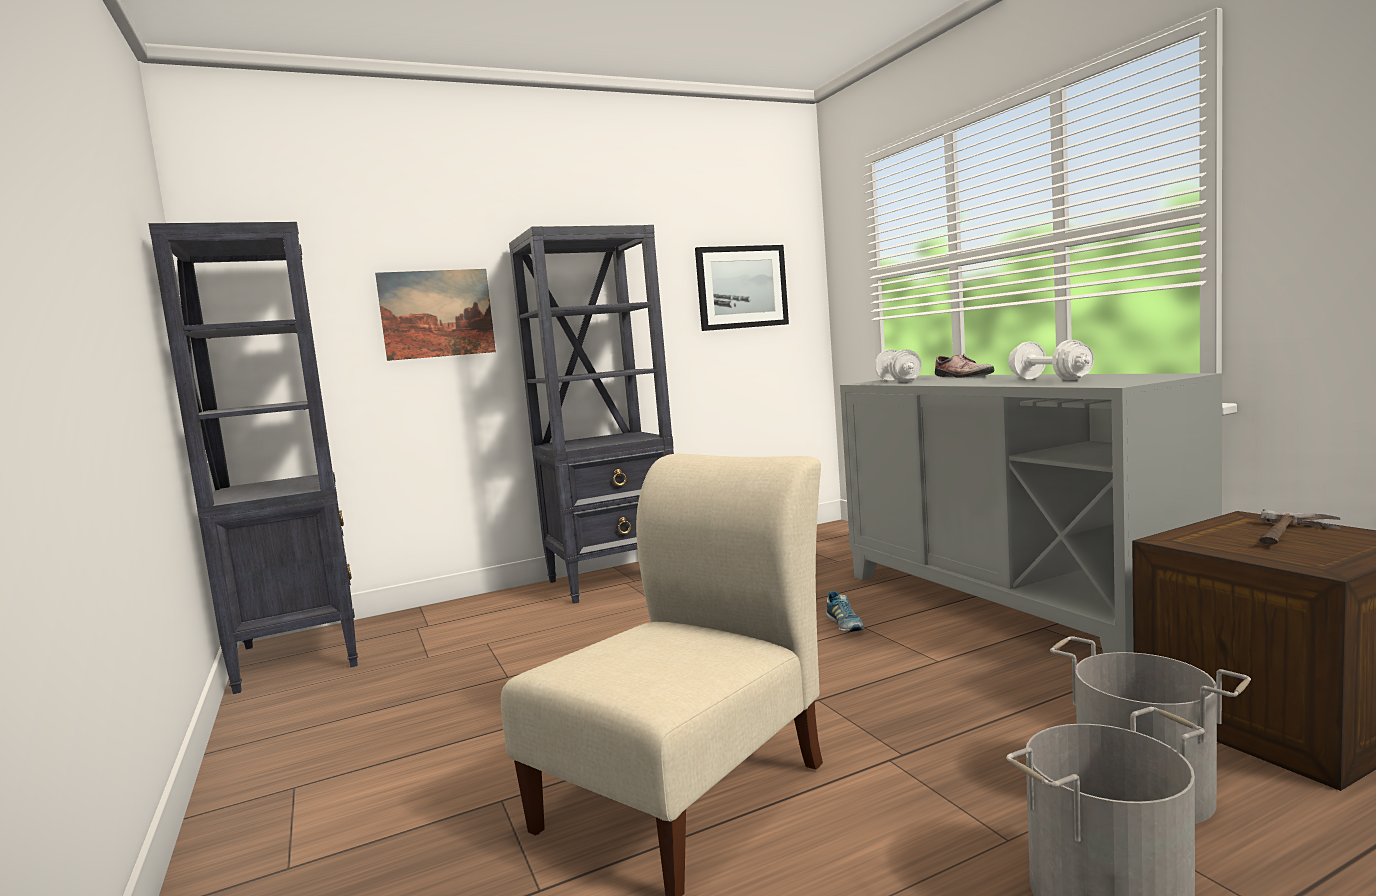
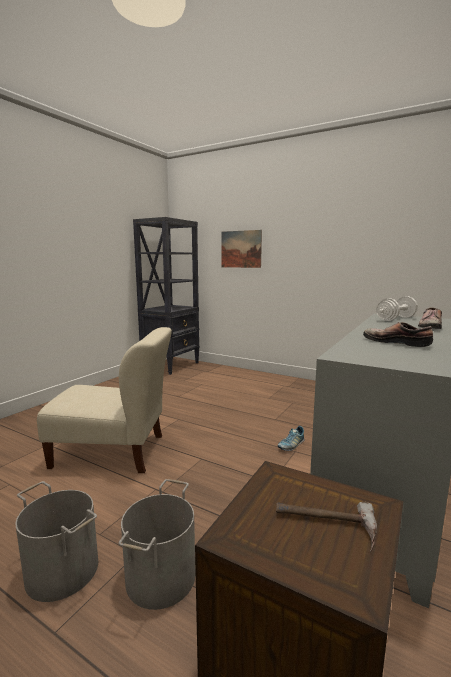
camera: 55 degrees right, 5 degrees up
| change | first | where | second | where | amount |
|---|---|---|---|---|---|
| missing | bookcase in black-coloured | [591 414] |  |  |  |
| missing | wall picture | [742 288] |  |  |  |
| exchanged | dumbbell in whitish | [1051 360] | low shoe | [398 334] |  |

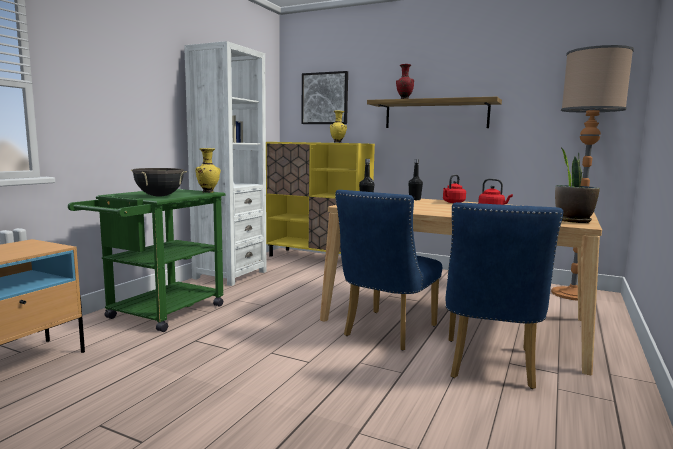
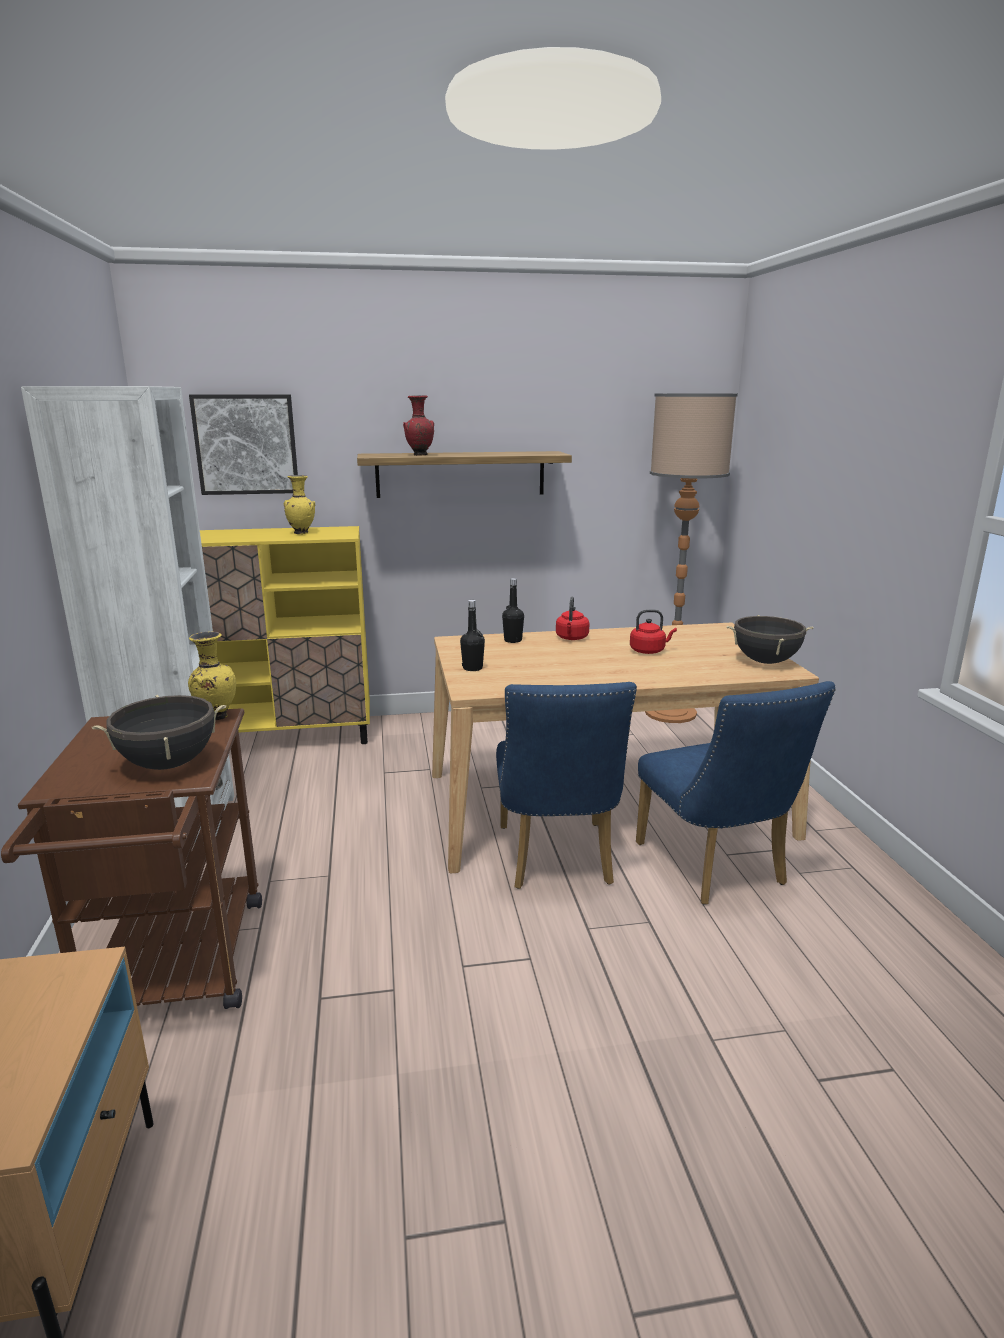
camera: 35 degrees left, 10 degrees up
| change | first | where | second | where | amount |
|---|---|---|---|---|---|
| colour | trolley in green | [147 260] | trolley in brown-coloured | [131 858] |  |
| exchanged | houseplant | [577 185] | cooking pot in black-coloured | [770 639] |  |

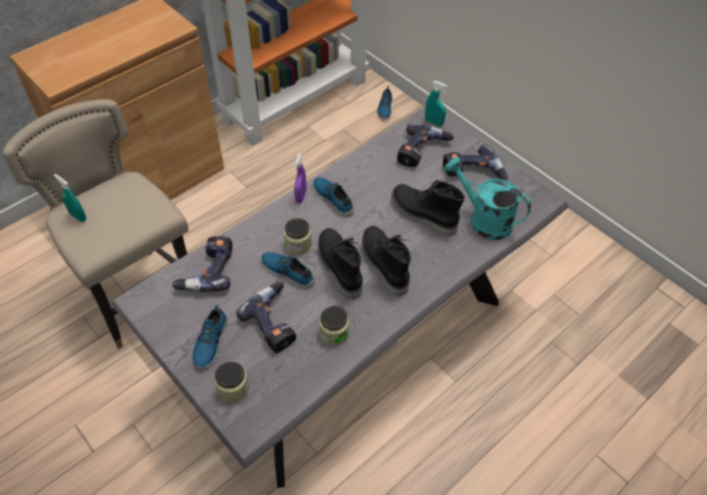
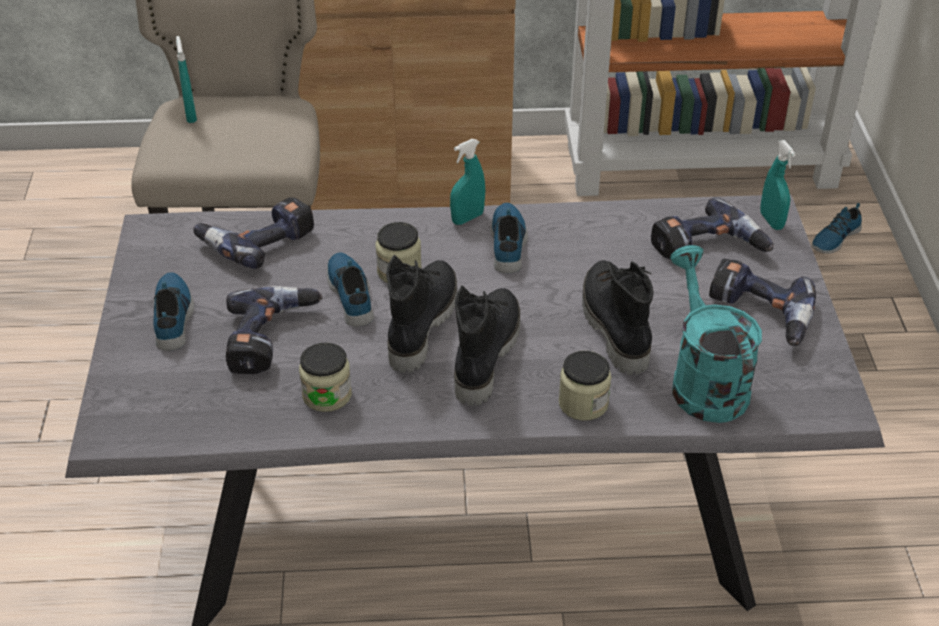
camera: 40 degrees right, 10 degrees down
| change | first | where | second | where | amount |
|---|---|---|---|---|---|
| spun | low shoe | [210 337] |  | [173 311] | 120 degrees clockwise |
| relocated | jar | [232 382] |  | [585 386] |  |
| colour | sprayer in purplish | [300 178] | sprayer in blue-green | [467 182] |  |

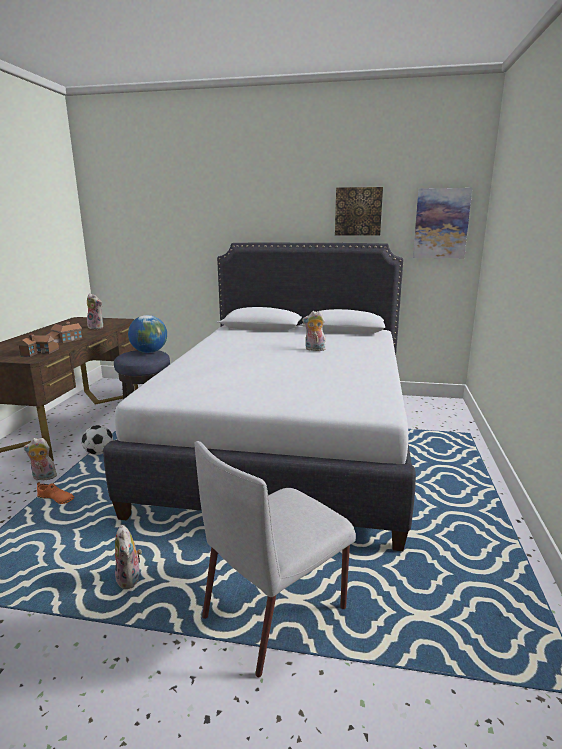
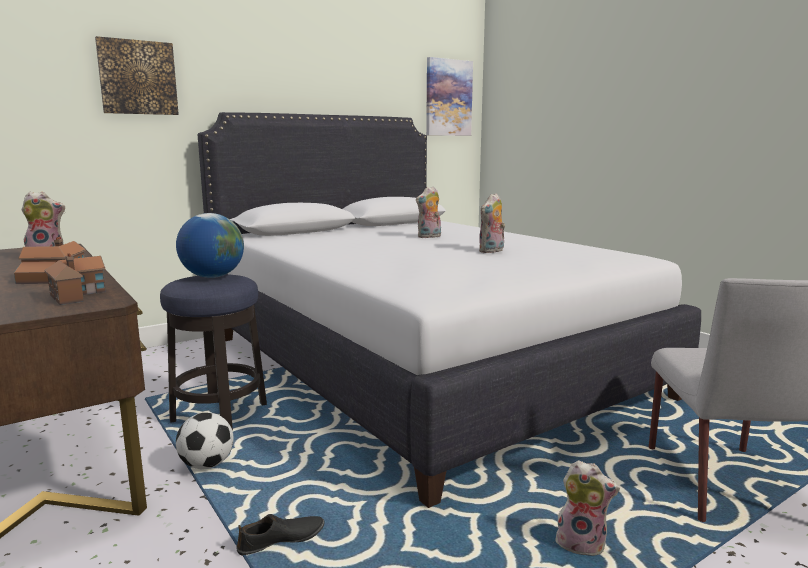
camera: 45 degrees left, 5 degrees down
| change | first | where | second | where | amount |
|---|---|---|---|---|---|
| relocated | plush toy | [40 459] |  | [492 223] |  |
| colour | low shoe in orange | [55 493] | low shoe in black-coloured | [280 535] |  |
| relocated | wall picture | [359 211] |  | [137 75] |  |

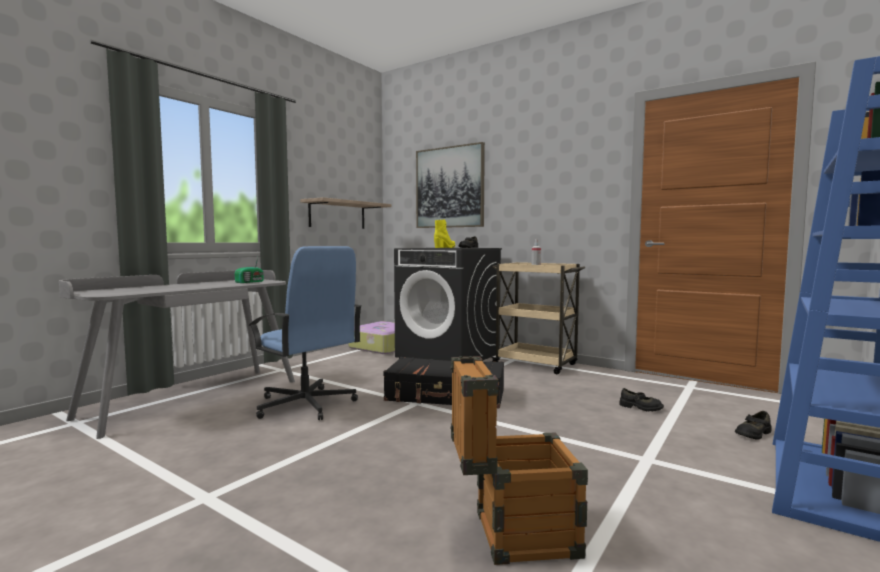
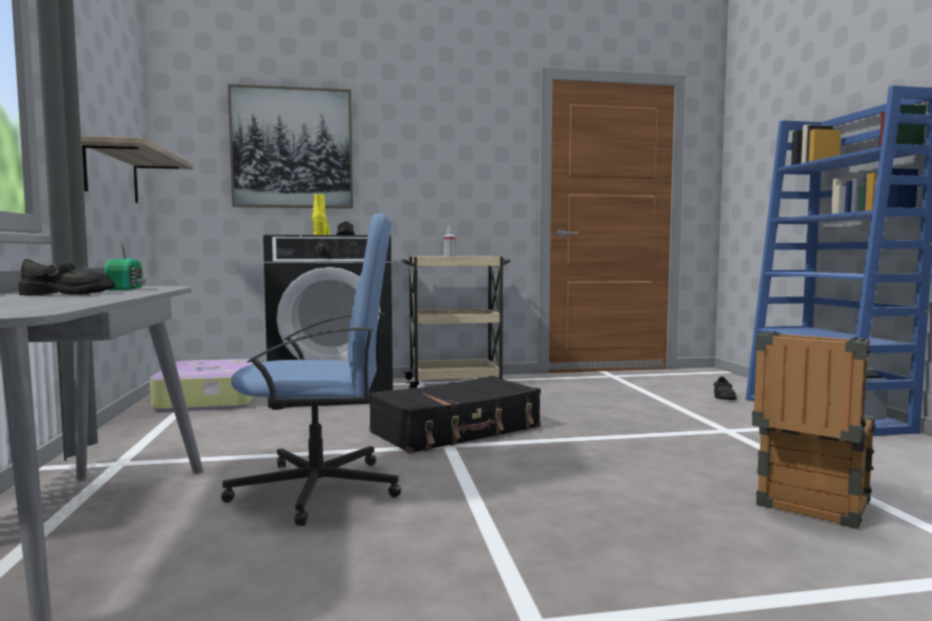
camera: 45 degrees left, 0 degrees up
| change | first | where | second | where | amount |
|---|---|---|---|---|---|
| relocated | low shoe in black-coloured | [641 400] |  | [67 277] |  |

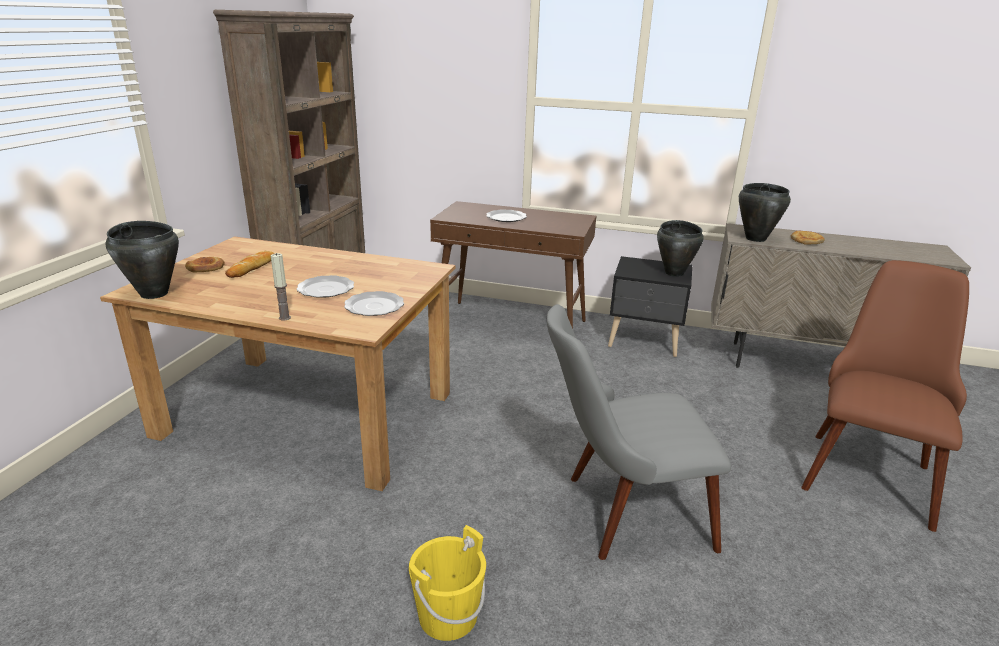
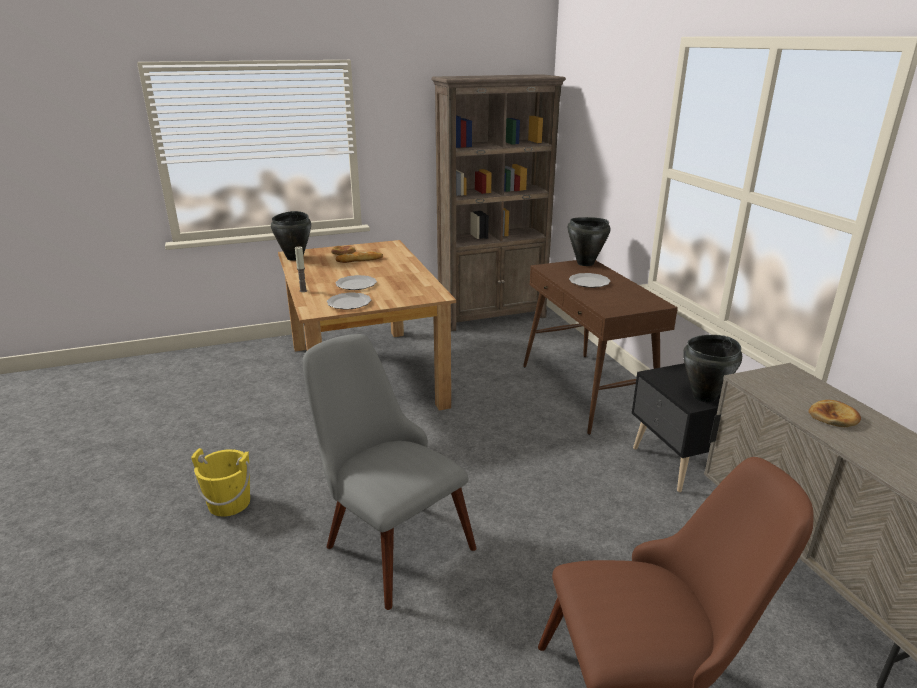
camera: 55 degrees right, 0 degrees up
| change | first | where | second | where | amount |
|---|---|---|---|---|---|
| relocated | cooking pot in black-coloured | [765 212] |  | [589 241] |  |

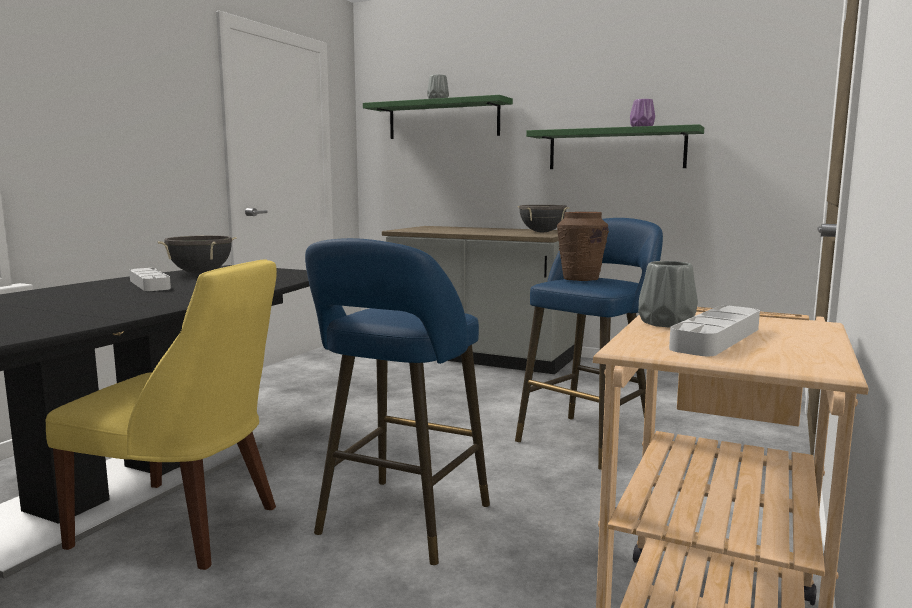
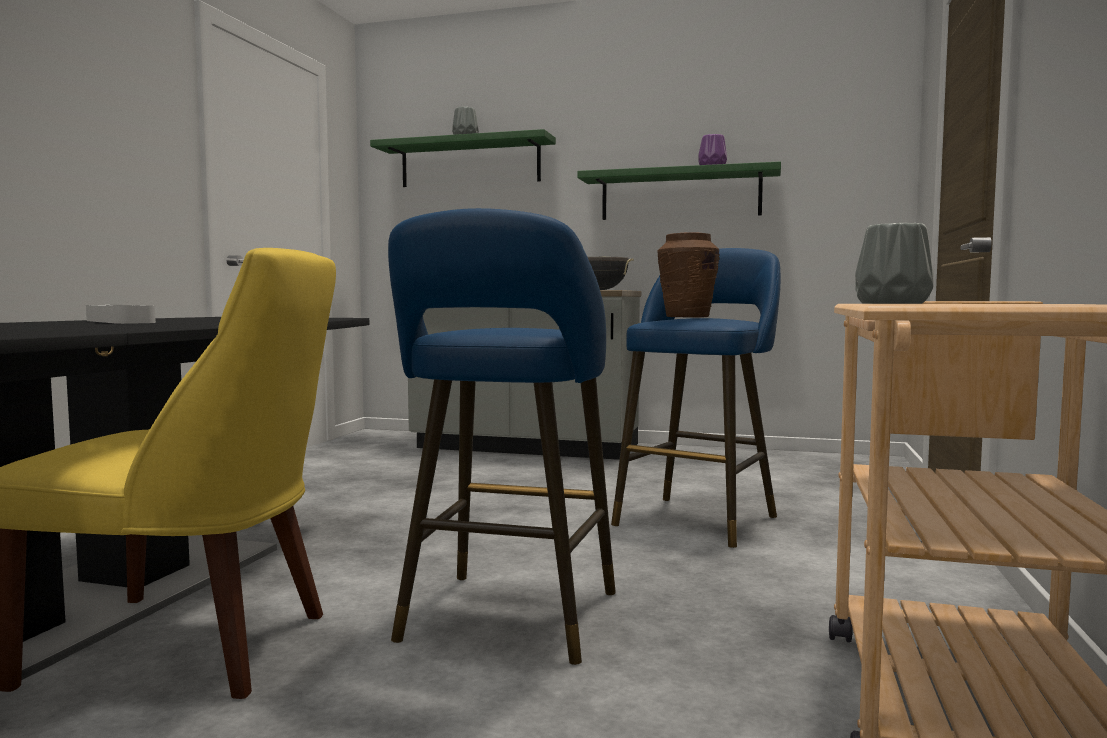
camera: 10 degrees left, 5 degrees down
| change | first | where | second | where | amount |
|---|---|---|---|---|---|
| missing | cooking pot in black-coloured | [197 254] |  |  |  |
| missing | serving tray in gray | [714 330] |  |  |  |

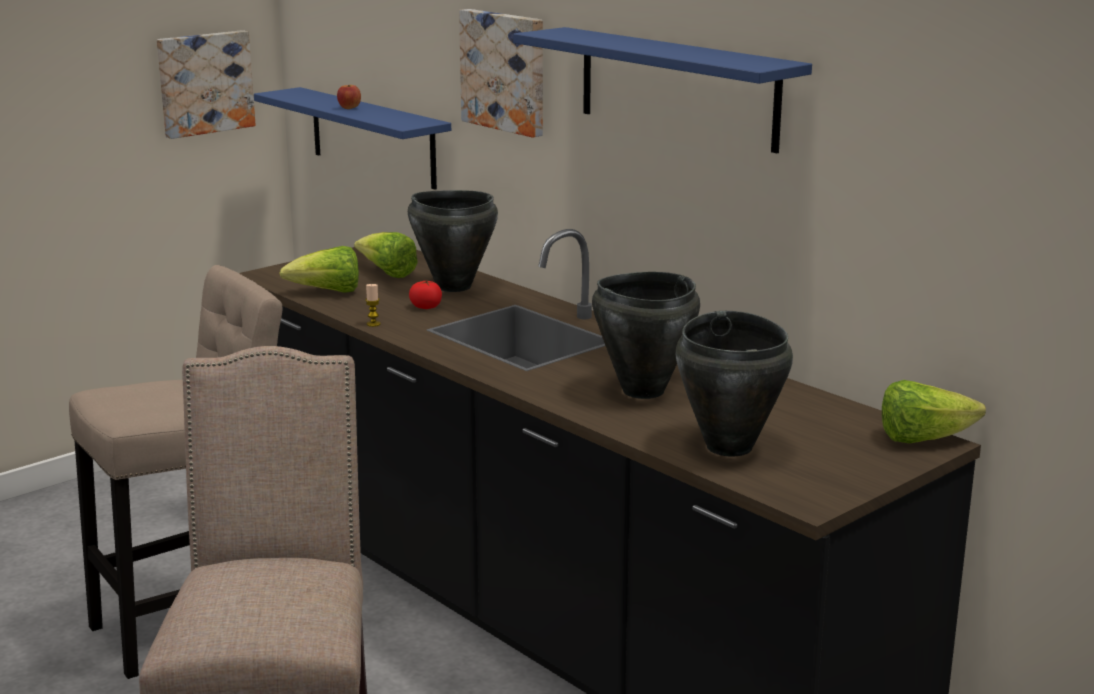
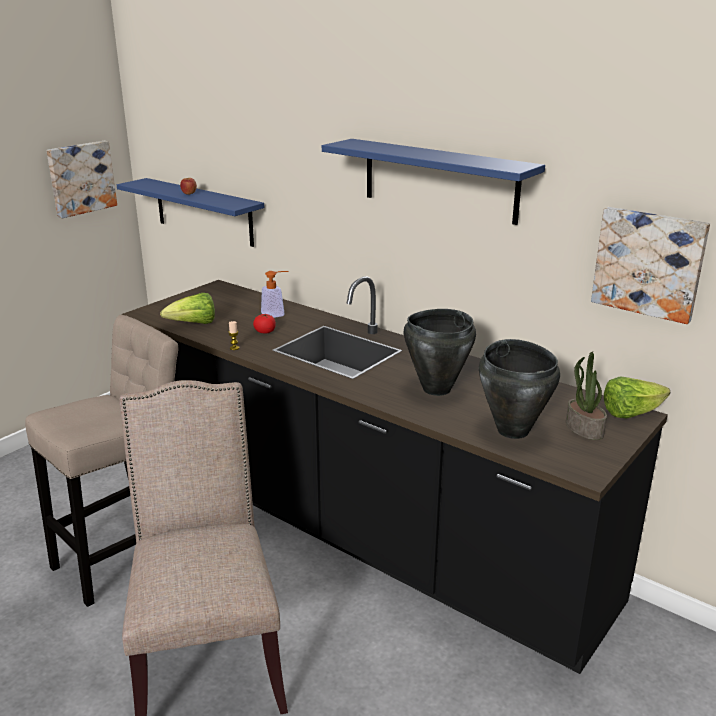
camera: 10 degrees left, 5 degrees up
| change | first | where | second | where | amount |
|---|---|---|---|---|---|
| missing | lettuce | [386 255] |  |  |  |
| exchanged | cooking pot in black-coloured | [453 241] | liquid soap bottle | [275 294] |  |
| relocated | wall picture | [501 73] |  | [650 265] |  |
| appeared |  |  | houseplant | [586 395] |  |

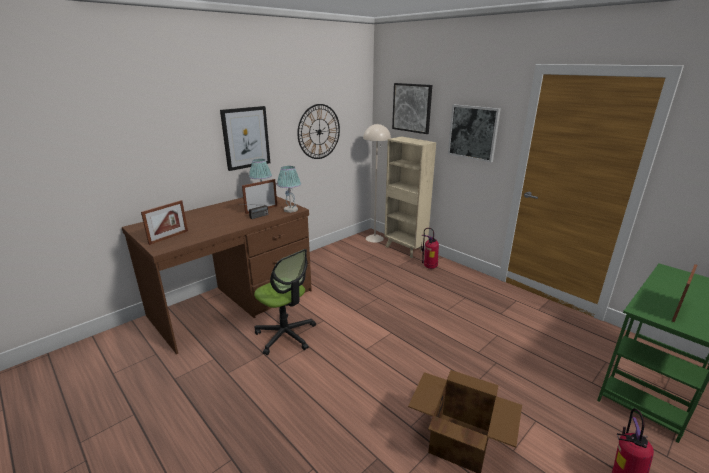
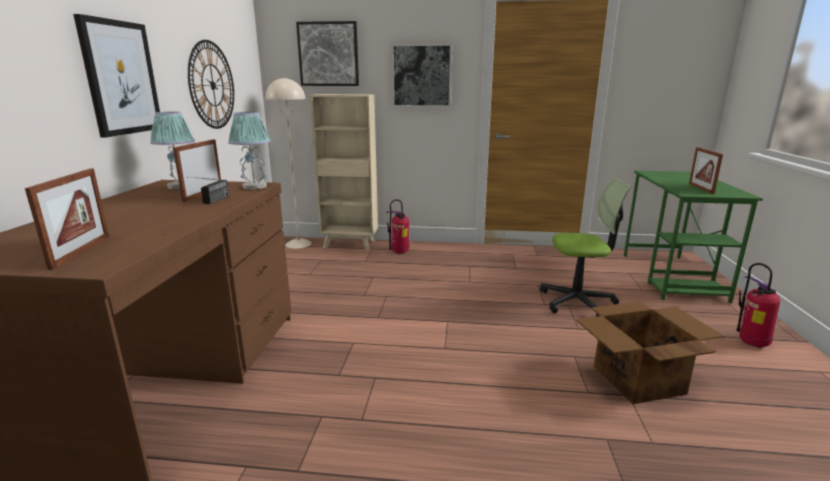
camera: 40 degrees left, 5 degrees down
| change | first | where | second | where | amount |
|---|---|---|---|---|---|
| relocated | desk chair | [285 302] |  | [585 248] |  |

